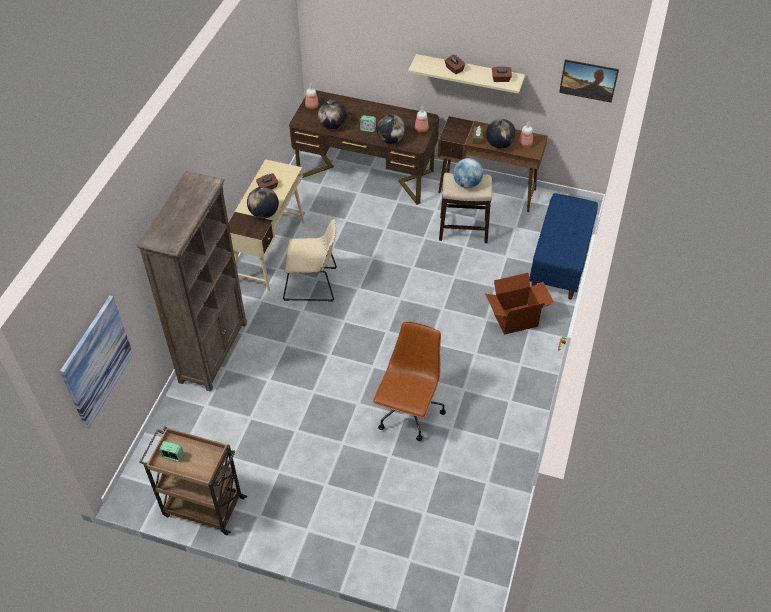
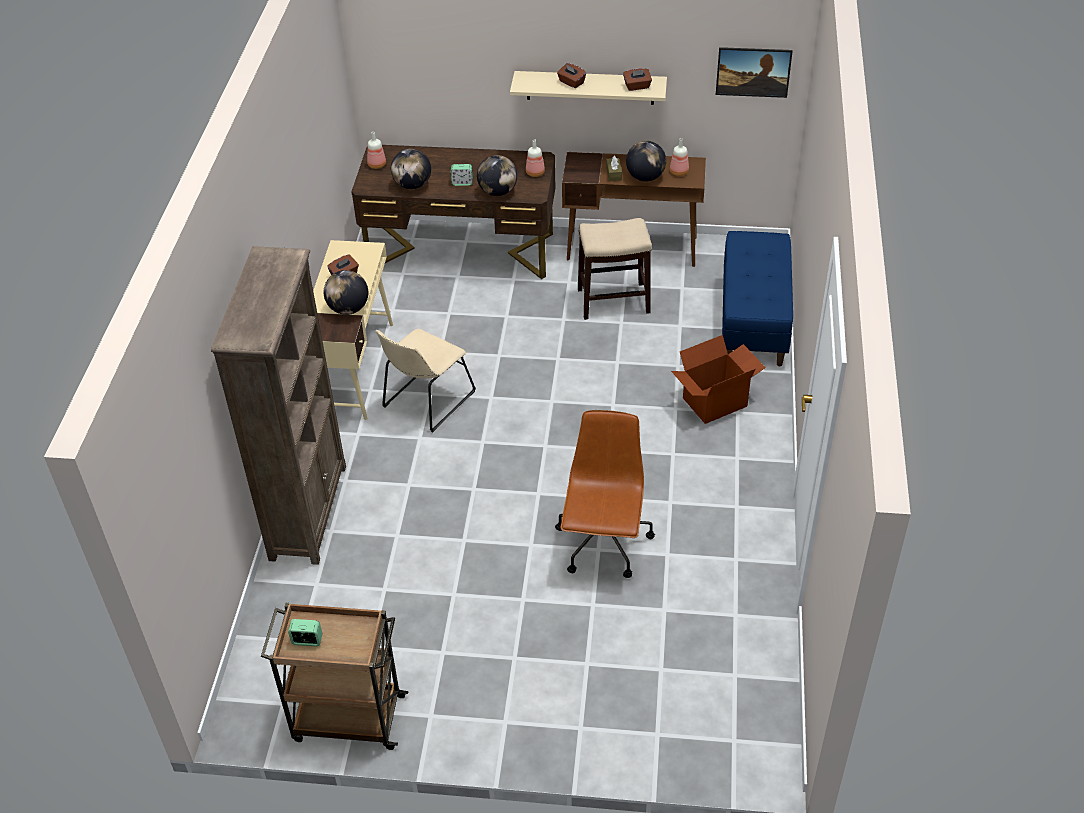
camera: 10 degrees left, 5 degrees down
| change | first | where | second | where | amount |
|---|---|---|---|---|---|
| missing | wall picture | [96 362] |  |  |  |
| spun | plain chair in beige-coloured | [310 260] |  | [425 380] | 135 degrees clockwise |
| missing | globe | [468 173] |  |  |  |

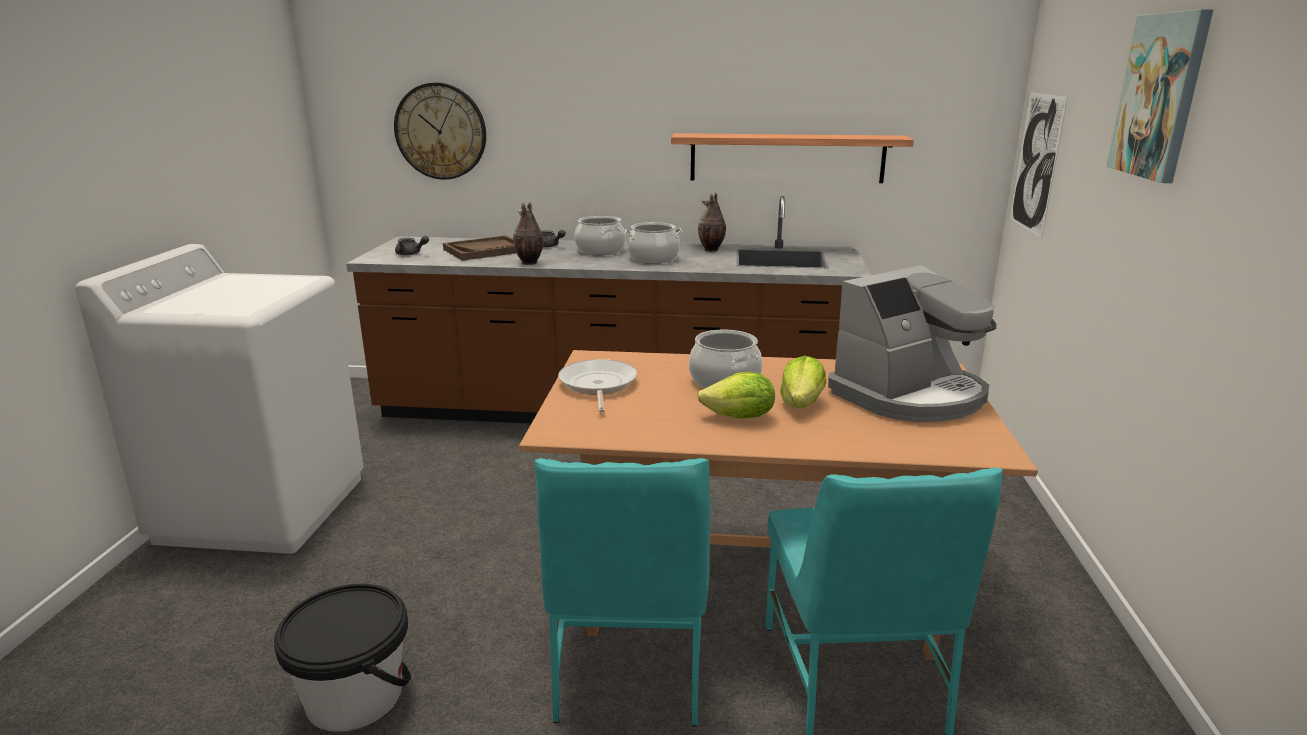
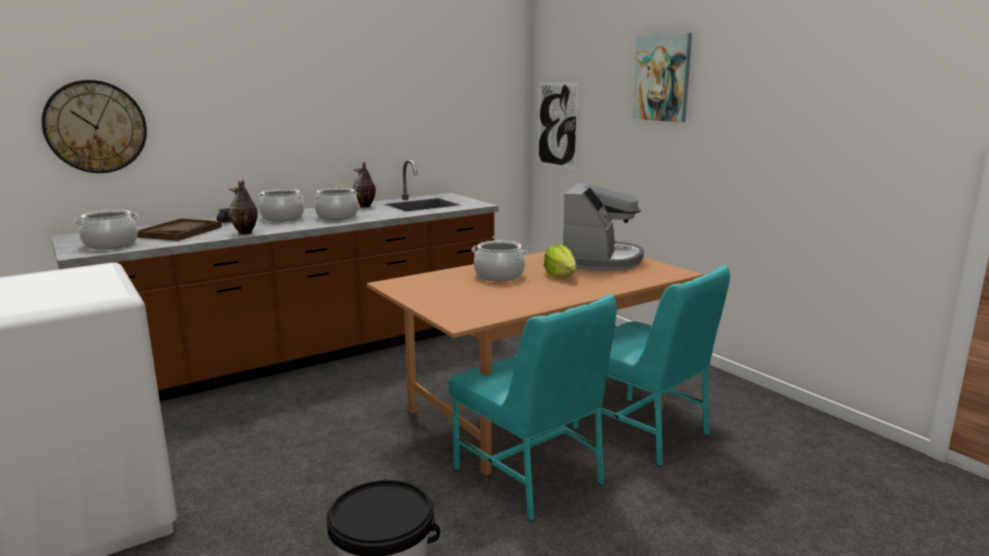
camera: 40 degrees left, 5 degrees down
| change | first | where | second | where | amount |
|---|---|---|---|---|---|
| exchanged | teapot in gray | [412 245] | cooking pot | [106 229] |  |
| missing | skillet | [597 386] |  |  |  |
| missing | bracket shelf | [792 158] |  |  |  |
| missing | lettuce | [736 395] |  |  |  |

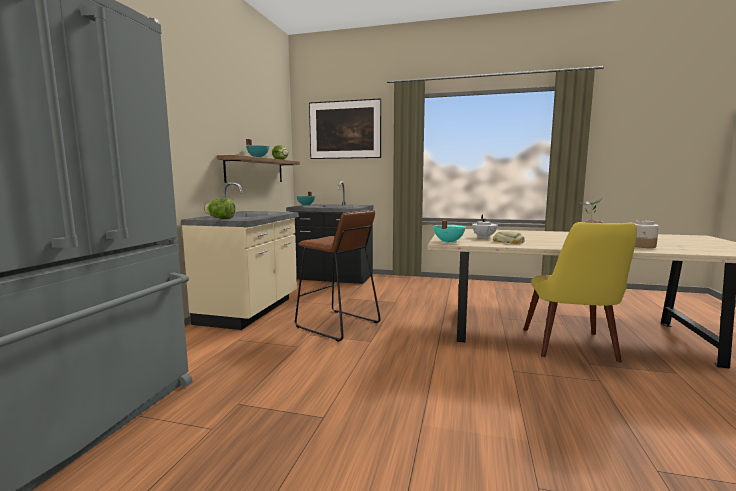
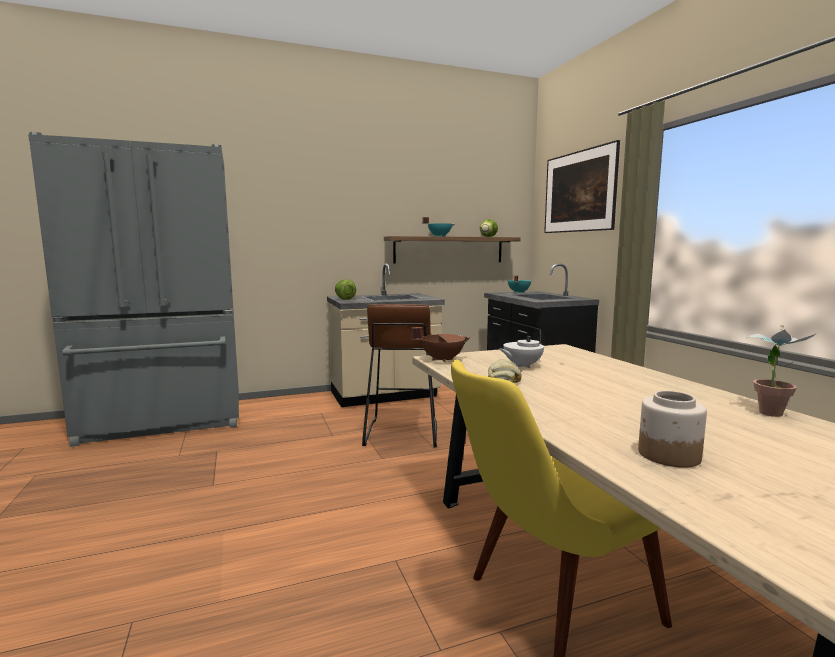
camera: 55 degrees right, 0 degrees up
| change | first | where | second | where | amount |
|---|---|---|---|---|---|
| colour | cooking pot in blue-green | [450 231] | cooking pot in brown-coloured | [440 344] |  |

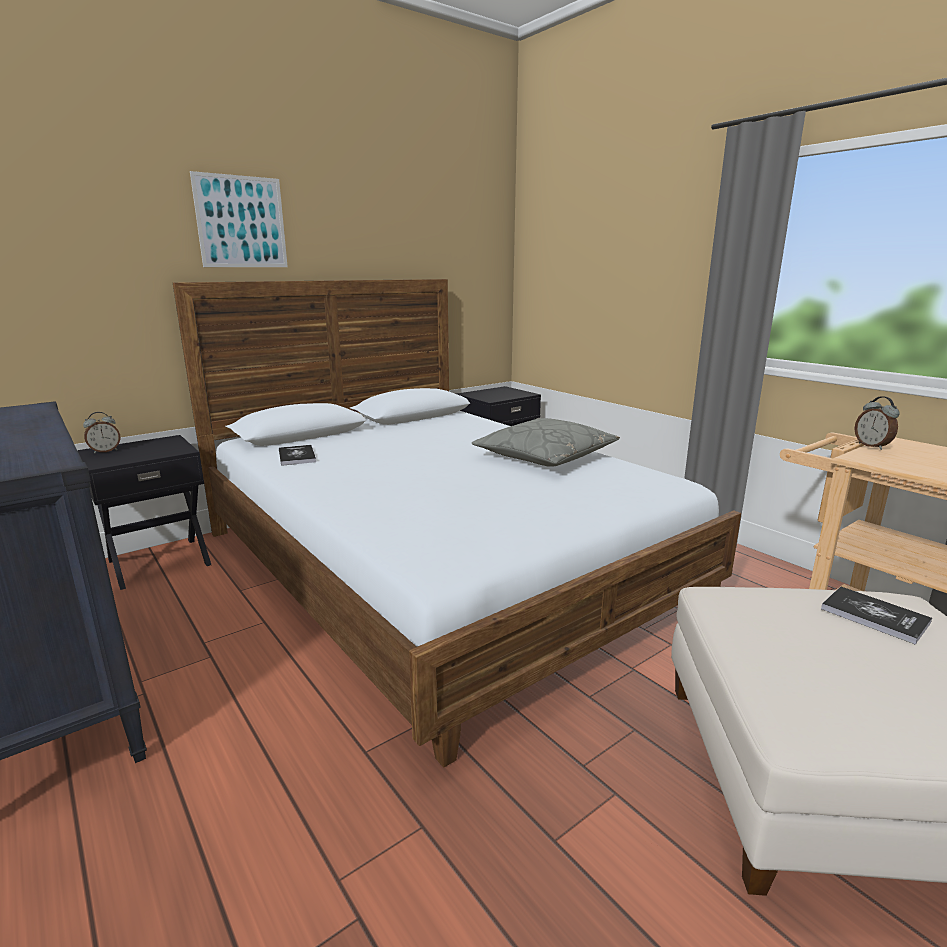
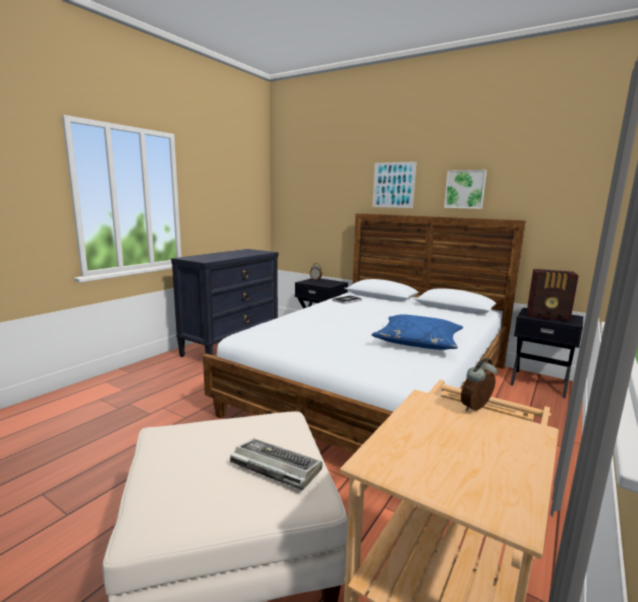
camera: 70 degrees right, 5 degrees down
| change | first | where | second | where | amount |
|---|---|---|---|---|---|
| colour | throw pillow in gray | [546 442] | throw pillow in blue | [417 332] |  |
| exchanged | bound book | [876 615] | keyboard | [276 464] |  |
| appeared |  |  | wall picture | [465 189] |  |
| appeared |  |  | radio receiver | [553 295] |  |

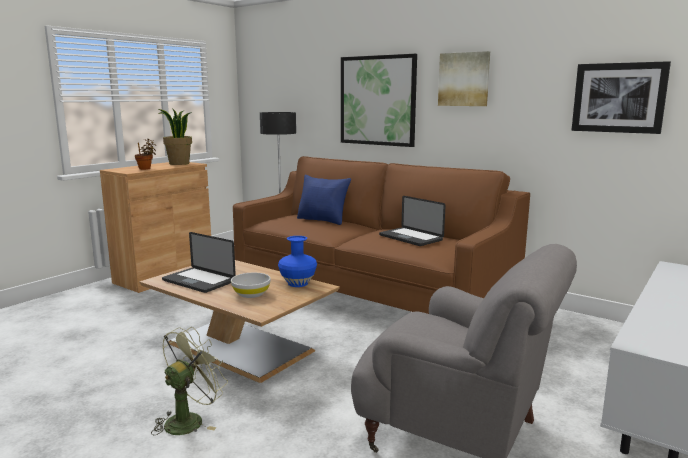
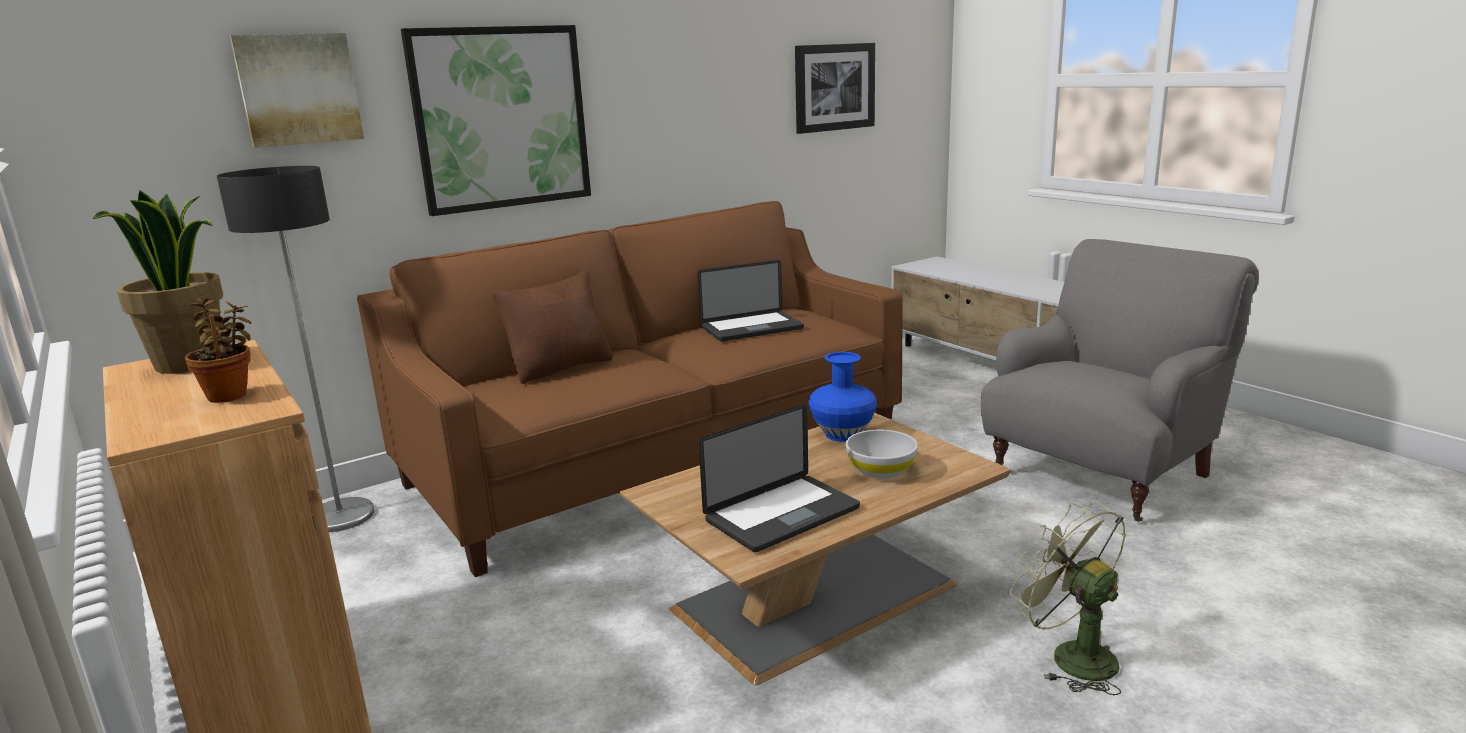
camera: 70 degrees left, 5 degrees up
| change | first | where | second | where | amount |
|---|---|---|---|---|---|
| colour | throw pillow in blue | [324 200] | throw pillow in brown-coloured | [552 327] |  |
| relocated | wall picture | [464 78] |  | [297 90] |  |

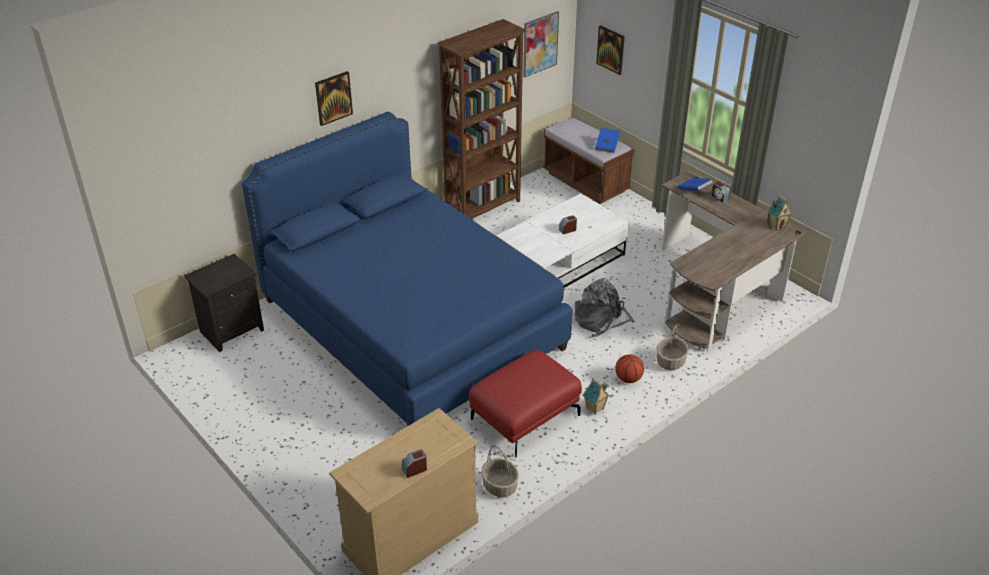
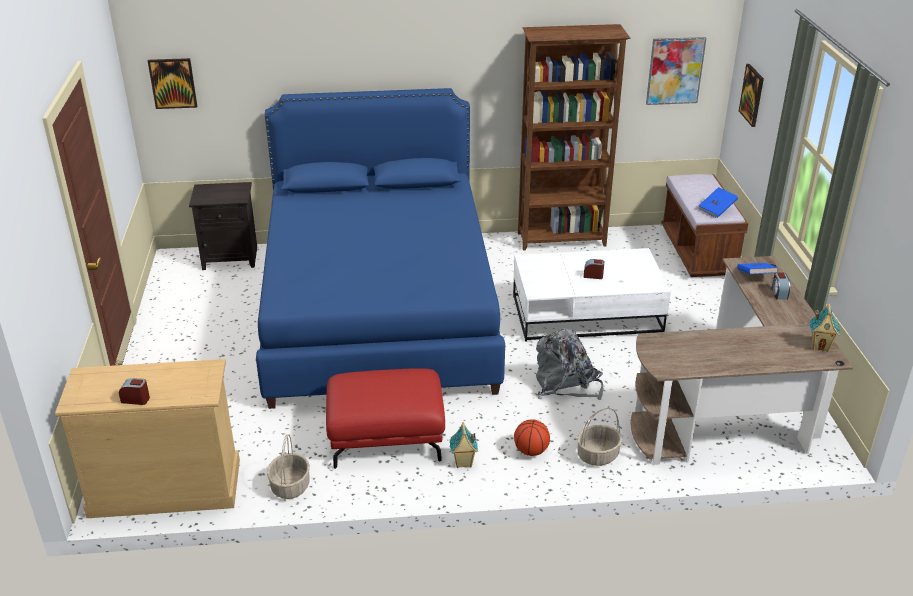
camera: 35 degrees right, 5 degrees down
| change | first | where | second | where | amount |
|---|---|---|---|---|---|
| relocated | wall picture | [334 98] |  | [172 83] |  |

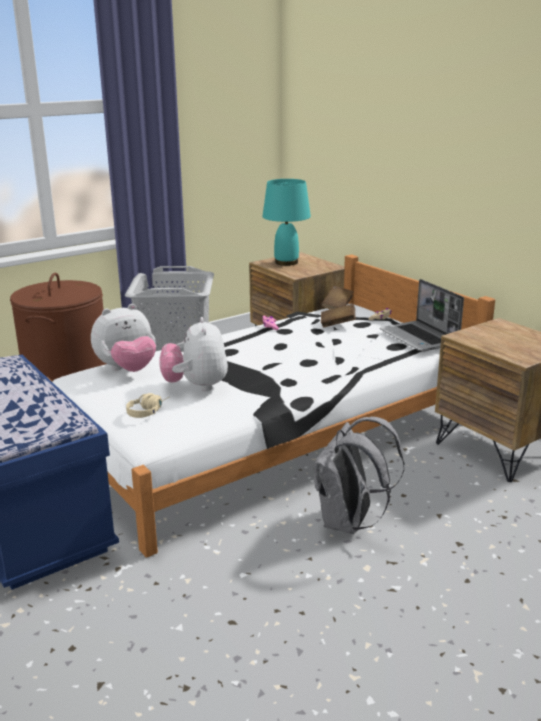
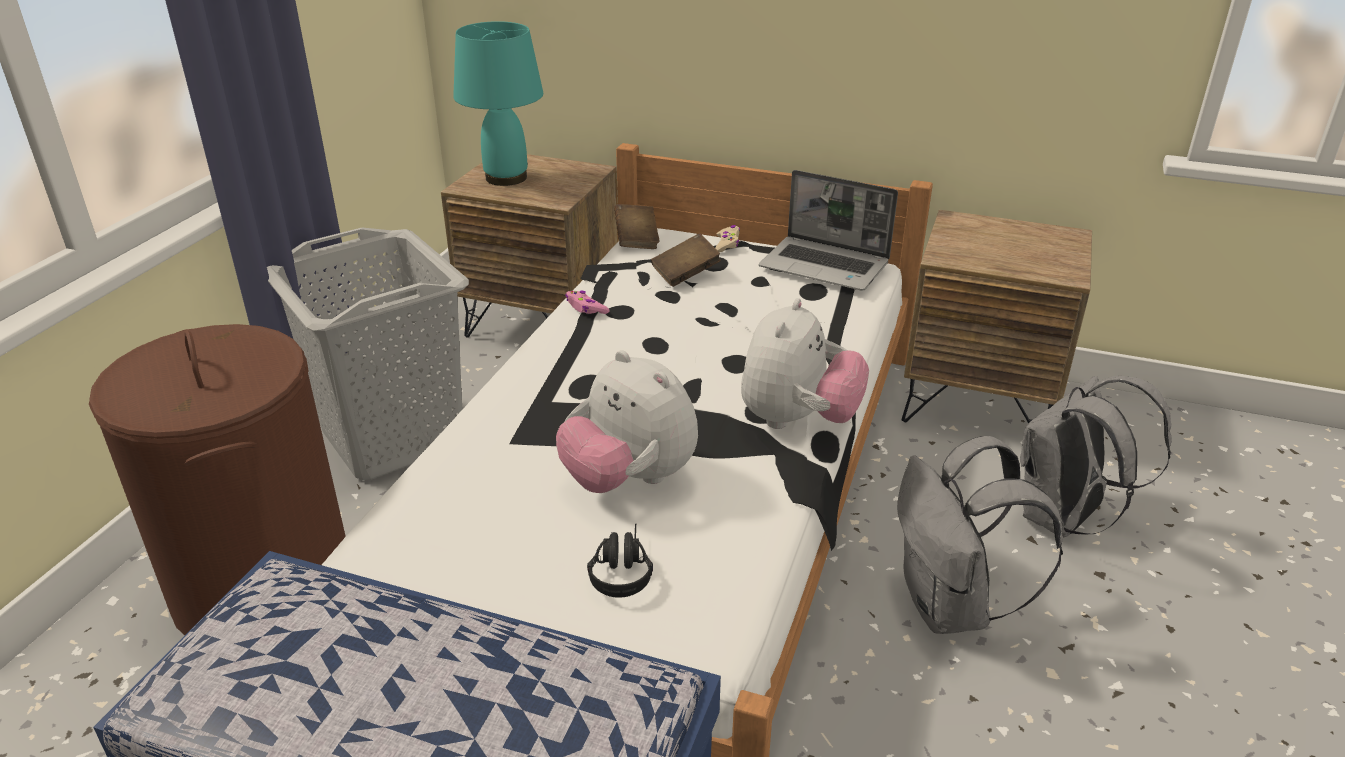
camera: 35 degrees left, 10 degrees up
| change | first | where | second | where | amount |
|---|---|---|---|---|---|
| relocated | plush toy | [123 338] |  | [805 363] |  |
| colour | headphones in beige-coloured | [148 405] | headphones in black-coloured | [620 560] |  |
| appeared |  |  | rucksack in gray | [1096 456] |  |

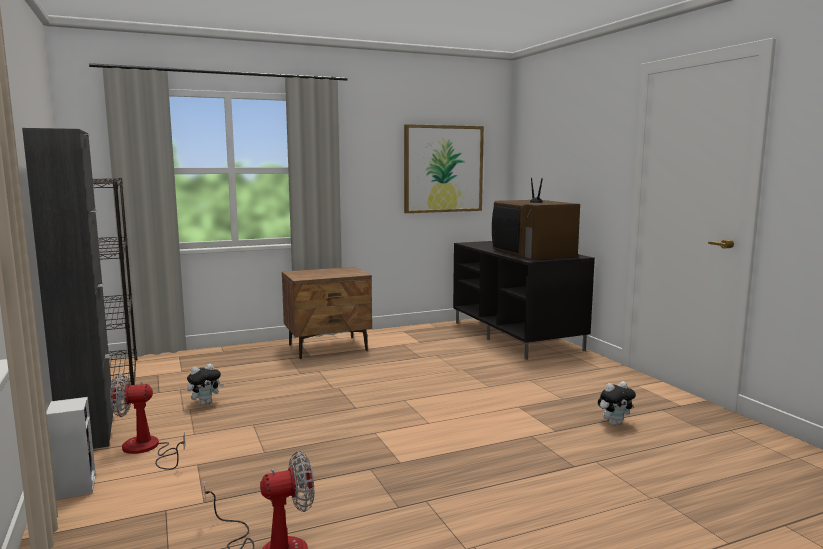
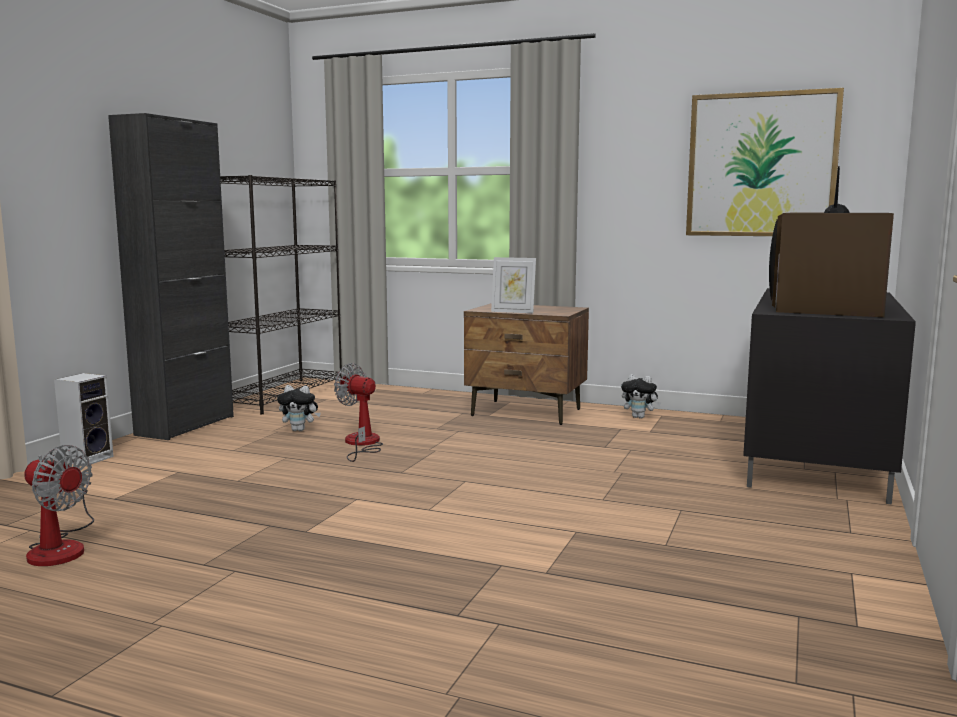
camera: 45 degrees right, 0 degrees up
| change | first | where | second | where | amount |
|---|---|---|---|---|---|
| relocated | fan | [148 422] |  | [358 412] |  |
| relocated | plush toy | [617 403] |  | [641 396] |  |
| appeared |  |  | standing frame | [513 285] |  |

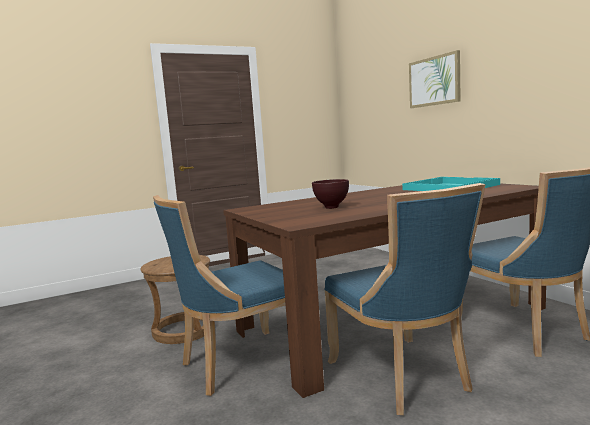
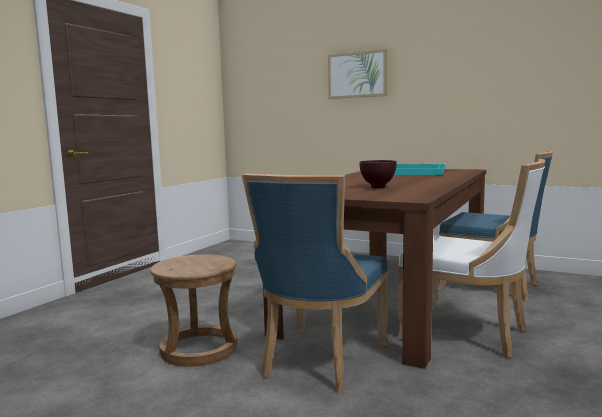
camera: 35 degrees left, 0 degrees up
| change | first | where | second | where | amount |
|---|---|---|---|---|---|
| colour | plain chair in blue | [405 299] | plain chair in whitish | [471 258] |  |

